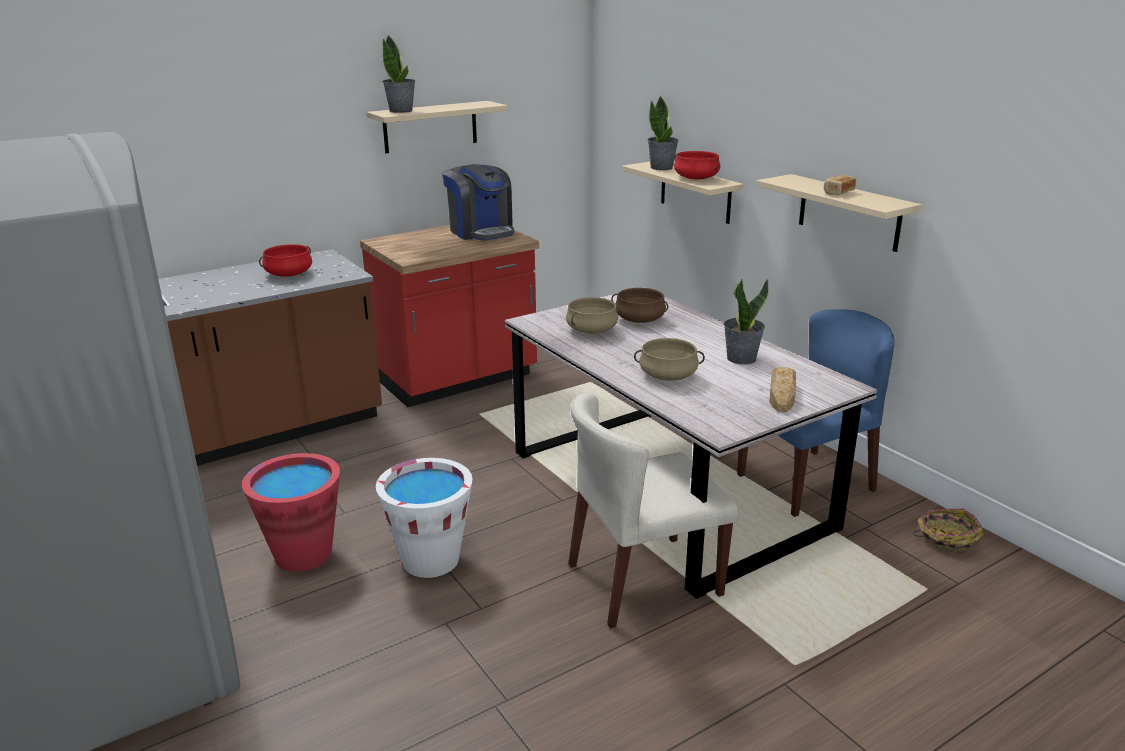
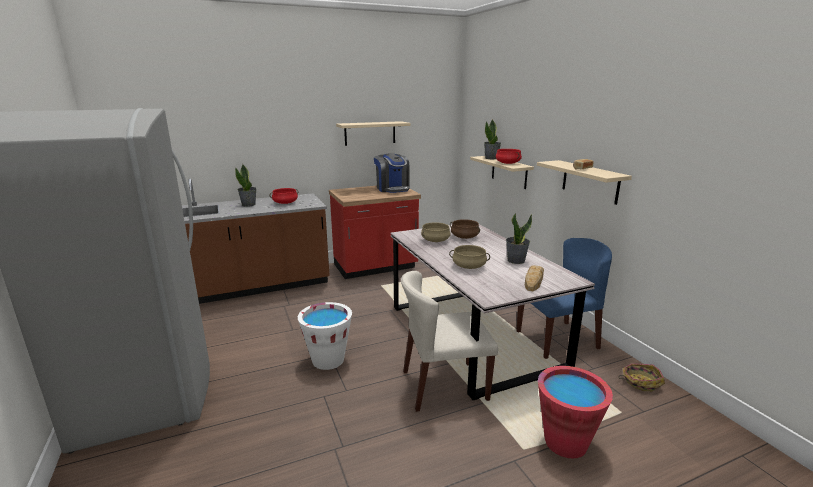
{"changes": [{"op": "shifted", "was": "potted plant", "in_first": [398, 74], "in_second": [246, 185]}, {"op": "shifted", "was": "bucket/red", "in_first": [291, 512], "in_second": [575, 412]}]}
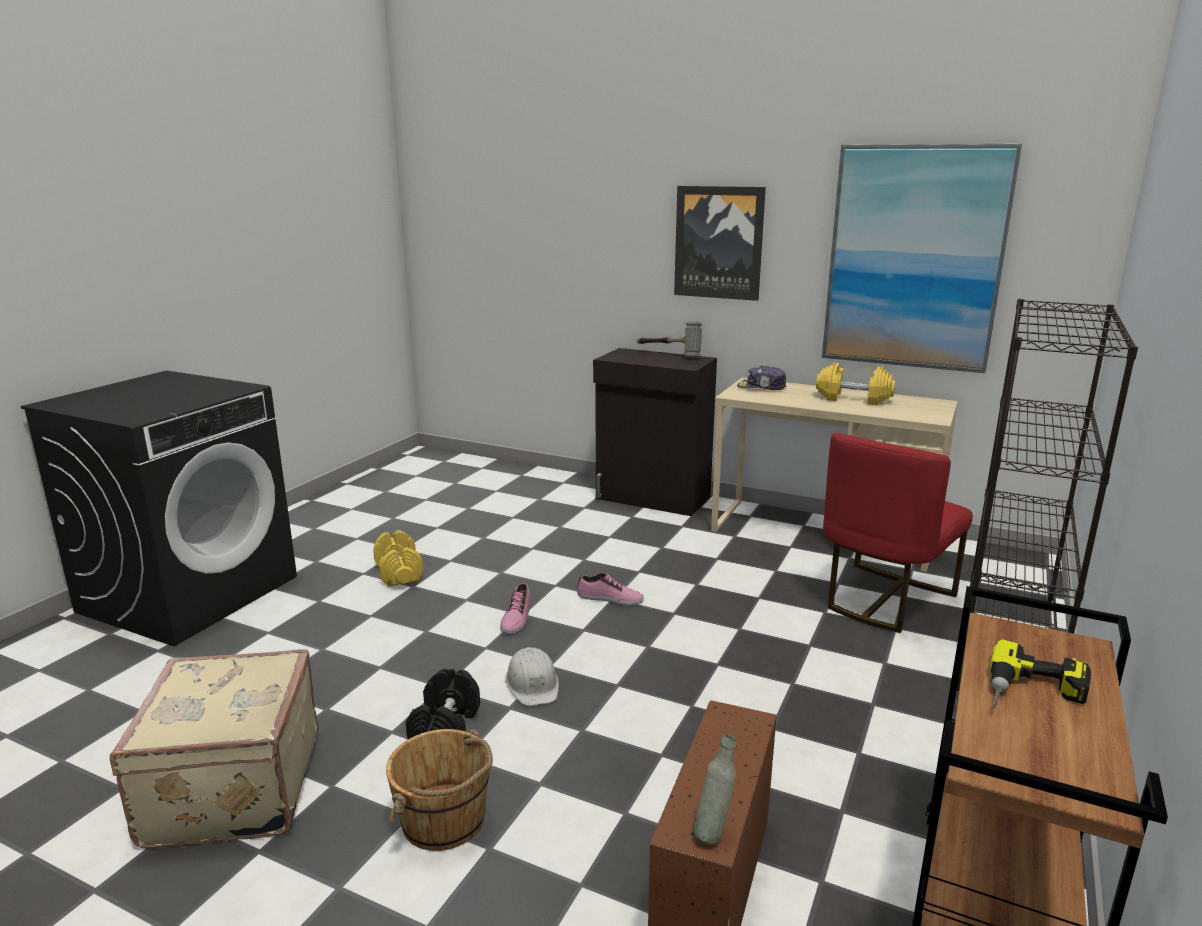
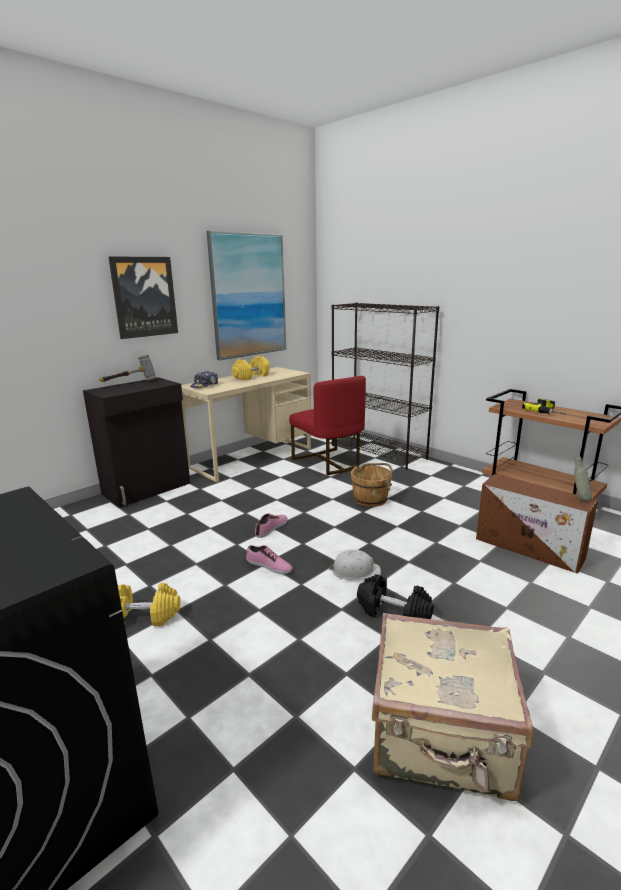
{"changes": [{"op": "shifted", "was": "bucket/brown", "in_first": [439, 790], "in_second": [372, 485]}]}
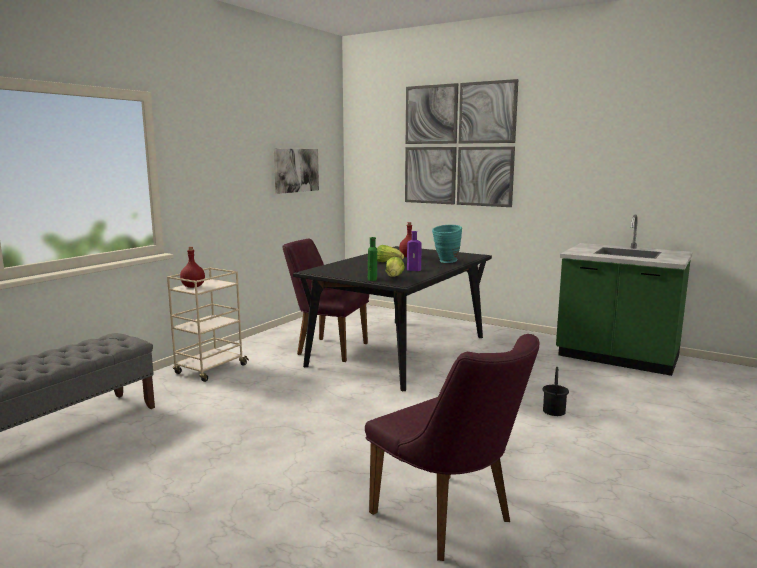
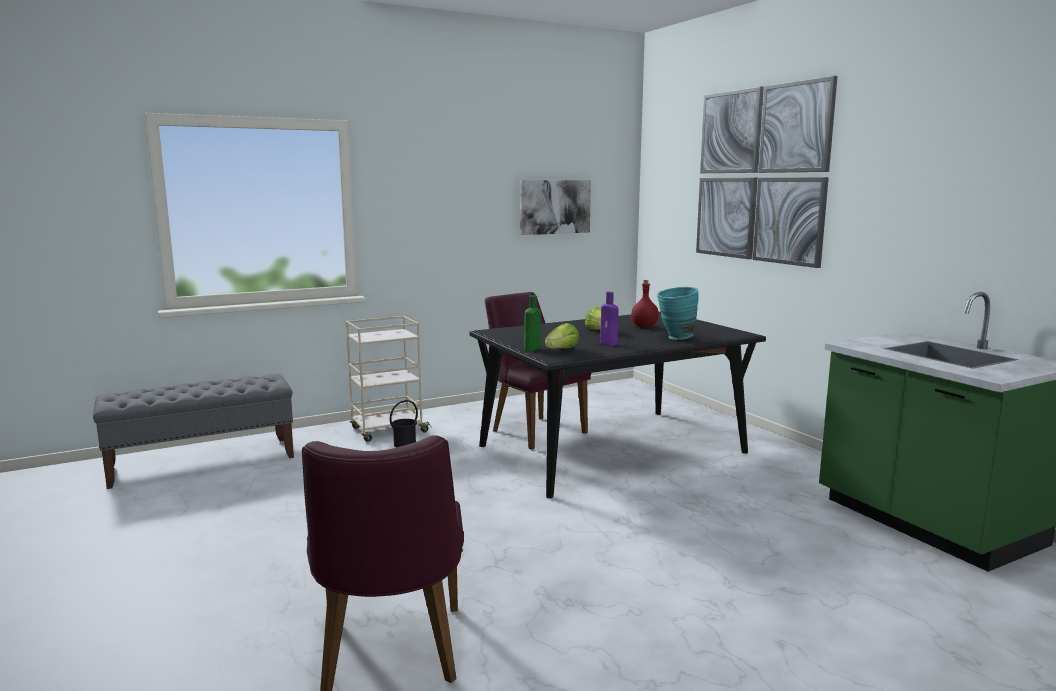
{"changes": [{"op": "gone", "was": "bottle/red", "in_first": [192, 267]}, {"op": "shifted", "was": "bucket/black", "in_first": [555, 391], "in_second": [404, 423]}]}
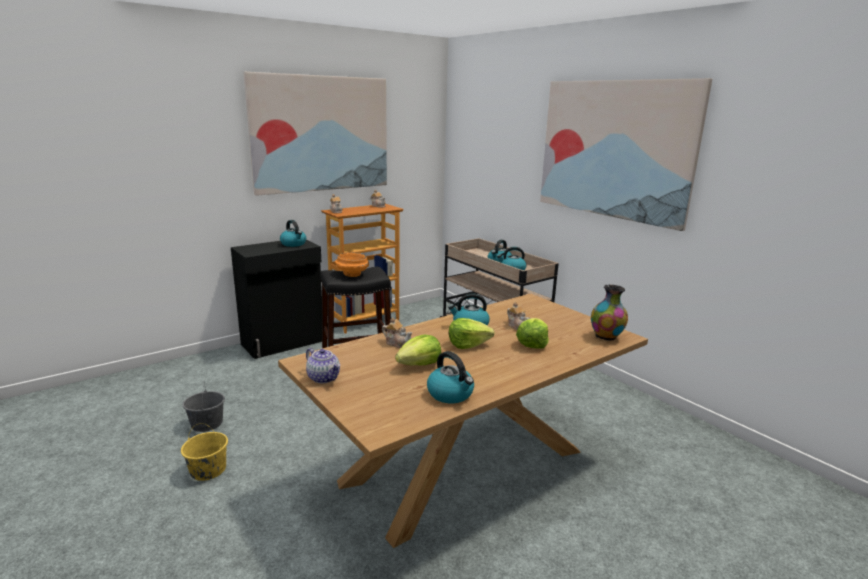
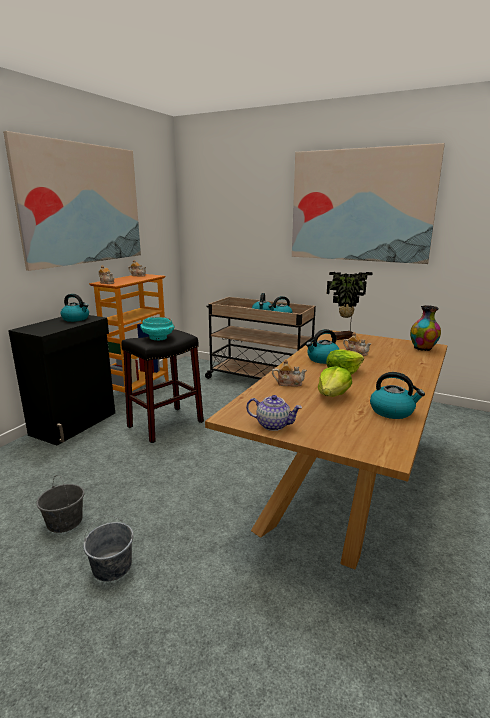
{"changes": [{"op": "repainted", "was": "bowl/orange", "now": "bowl/turquoise", "in_first": [352, 264], "in_second": [157, 328]}, {"op": "gone", "was": "lettuce", "in_first": [532, 333]}, {"op": "repainted", "was": "bucket/yellow", "now": "bucket/grey", "in_first": [204, 452], "in_second": [108, 548]}, {"op": "new", "now": "potted plant", "in_second": [350, 306]}]}
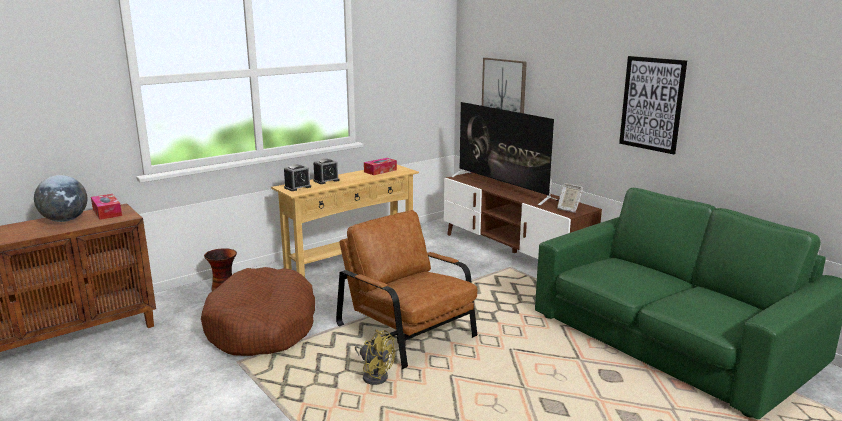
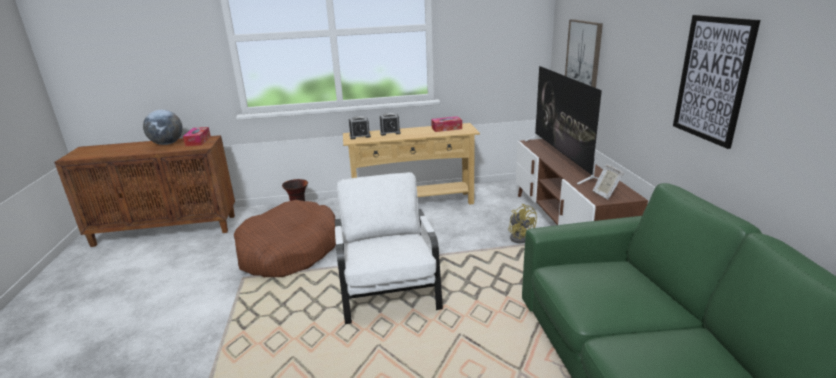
{"changes": [{"op": "repainted", "was": "armchair/brown", "now": "armchair/white", "in_first": [406, 289], "in_second": [389, 248]}, {"op": "shifted", "was": "fan/yellow", "in_first": [375, 357], "in_second": [522, 223]}]}
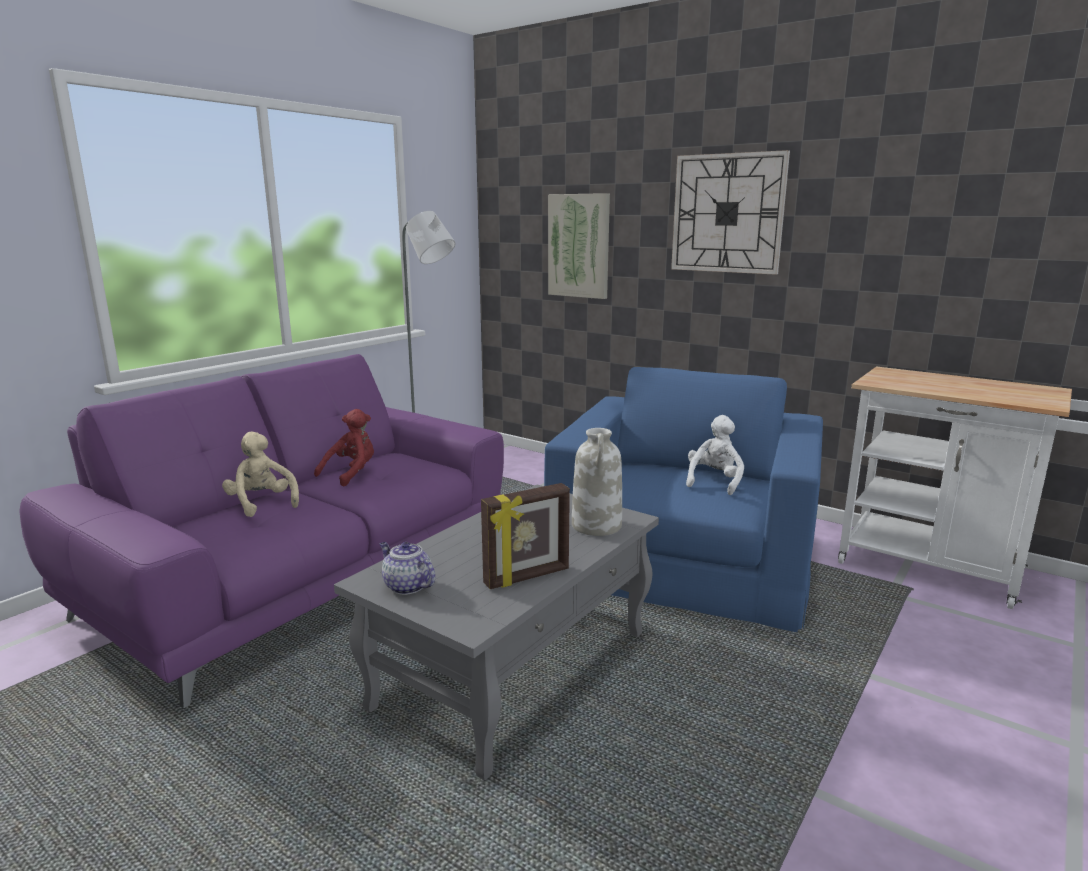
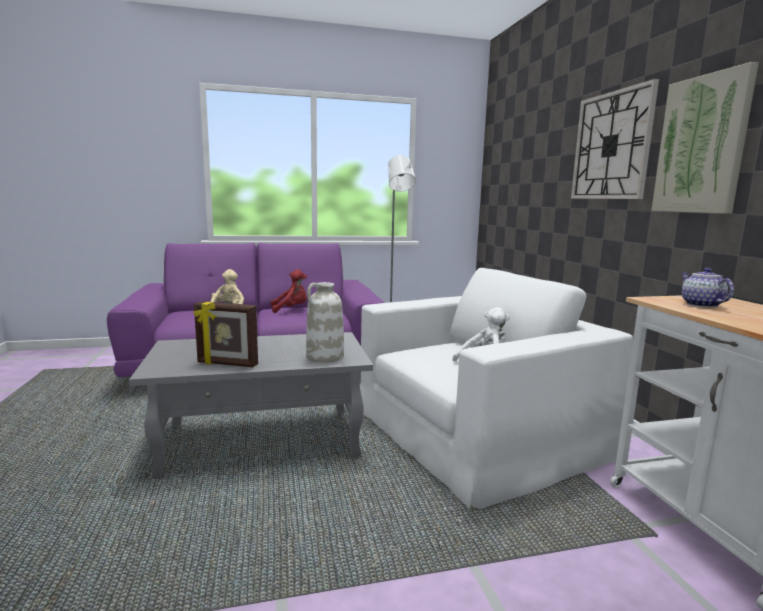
{"changes": [{"op": "shifted", "was": "picture", "in_first": [579, 246], "in_second": [705, 138]}, {"op": "repainted", "was": "armchair/blue", "now": "armchair/white", "in_first": [683, 499], "in_second": [496, 388]}, {"op": "shifted", "was": "teapot", "in_first": [407, 568], "in_second": [707, 288]}]}
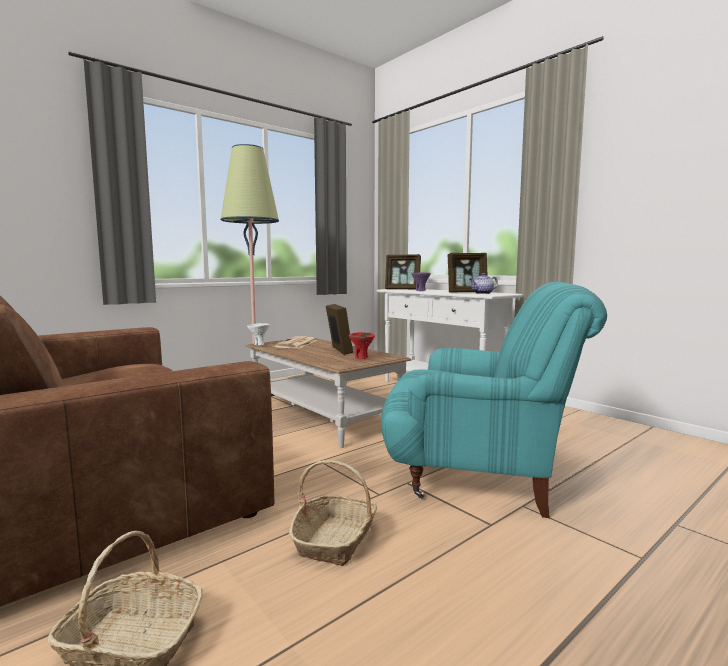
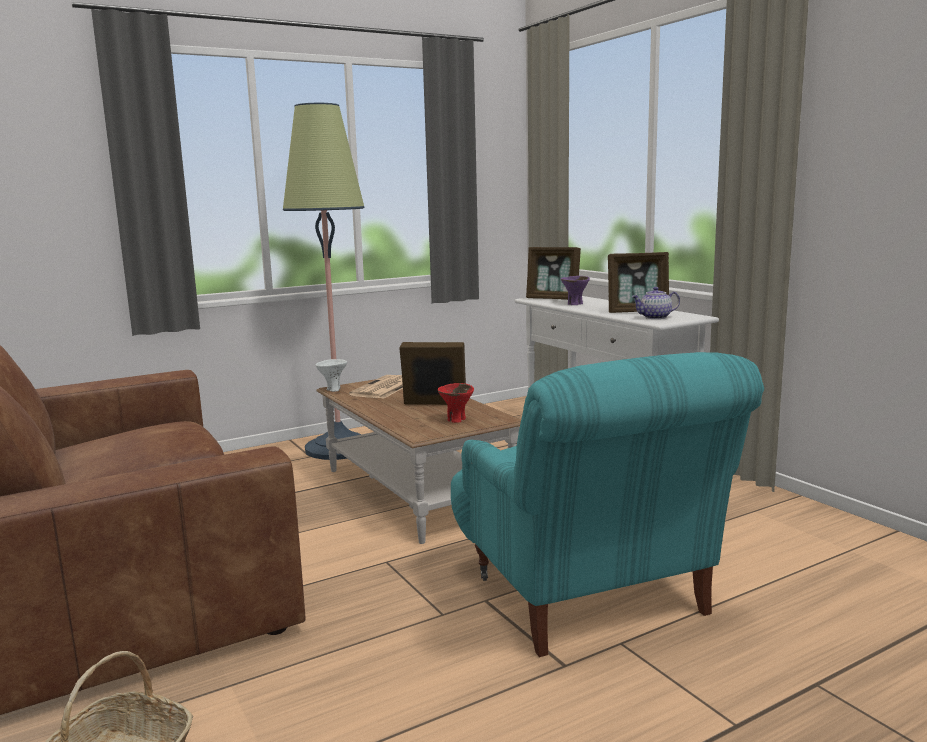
{"changes": [{"op": "rotated", "was": "armchair/turquoise", "in_first": [494, 400], "in_second": [607, 504], "clockwise": 45}, {"op": "rotated", "was": "picture frame", "in_first": [339, 329], "in_second": [433, 373], "clockwise": -75}, {"op": "gone", "was": "basket", "in_first": [333, 513]}]}
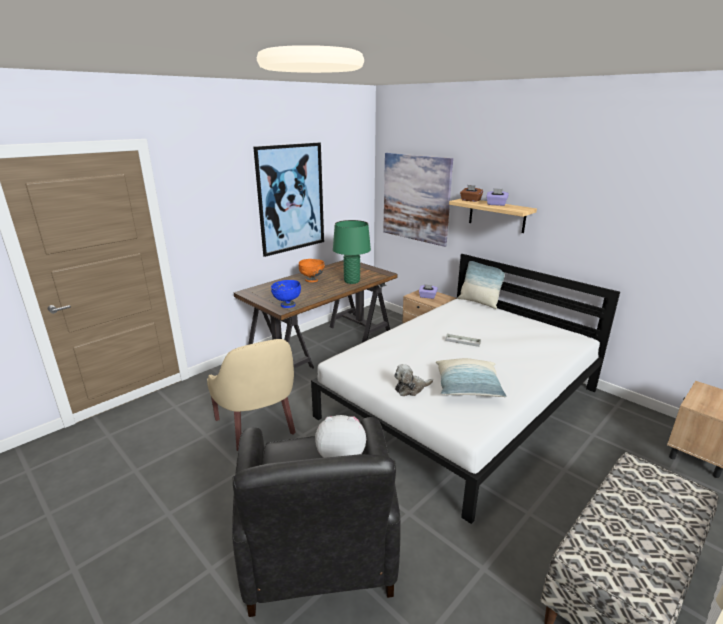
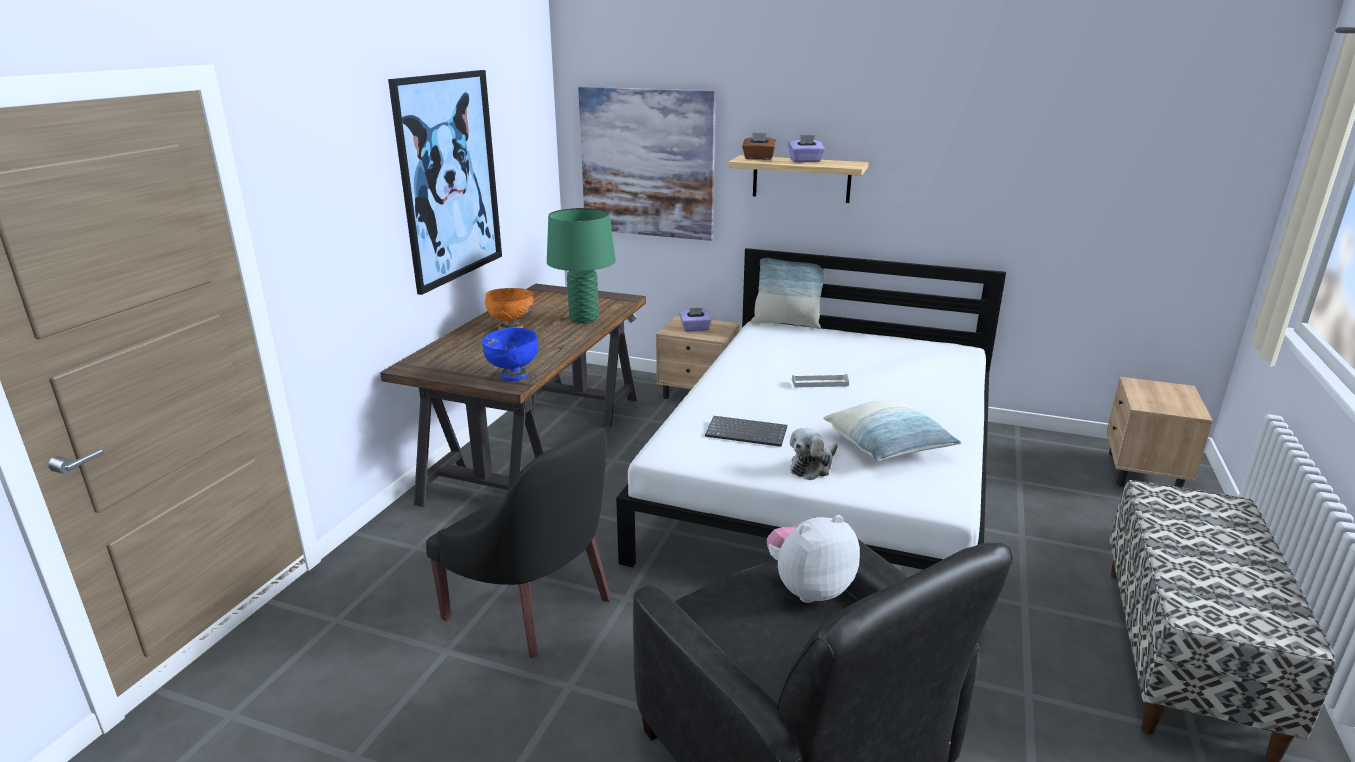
{"changes": [{"op": "repainted", "was": "armchair/beige", "now": "armchair/black", "in_first": [251, 395], "in_second": [518, 542]}, {"op": "new", "now": "keyboard", "in_second": [746, 431]}]}
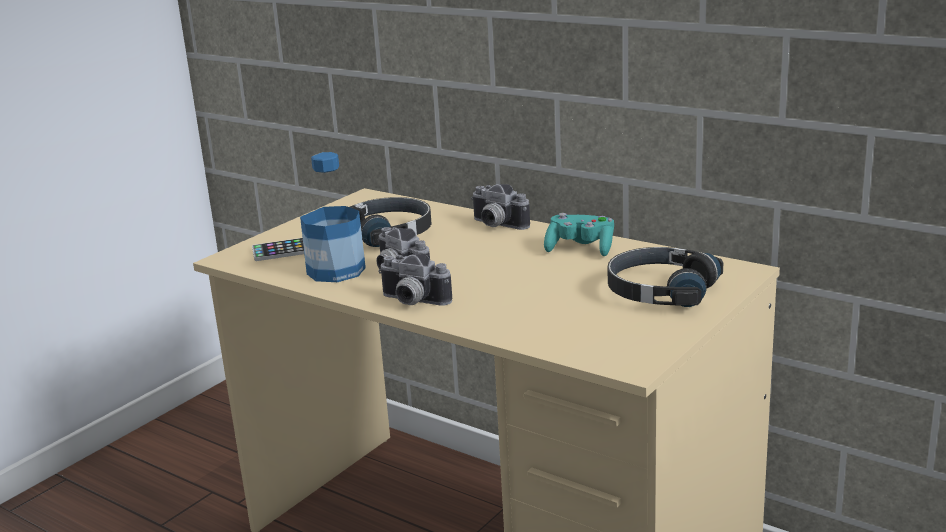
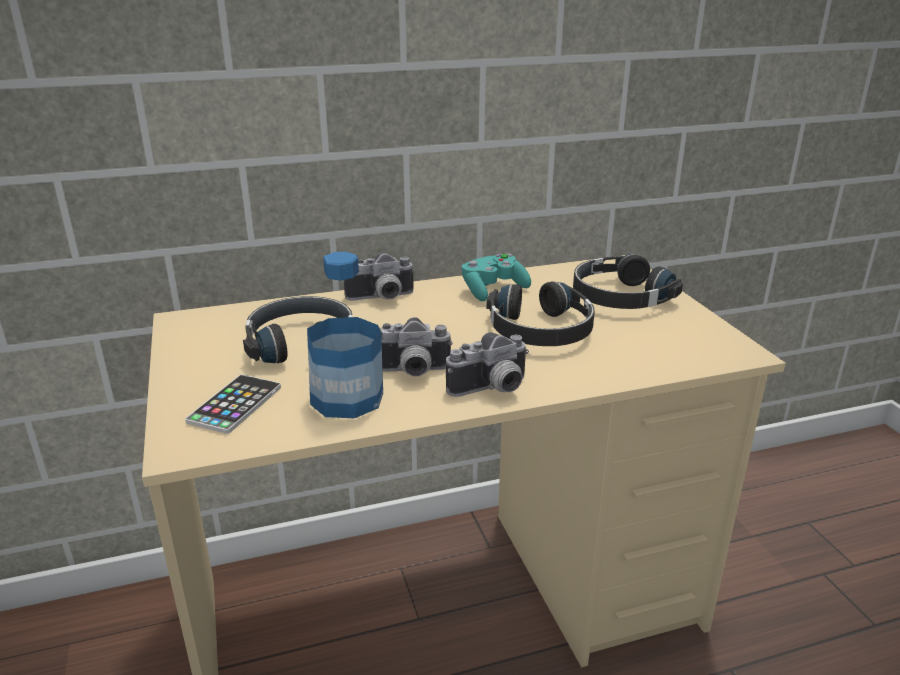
{"changes": [{"op": "new", "now": "headphones/black", "in_second": [540, 314]}]}
